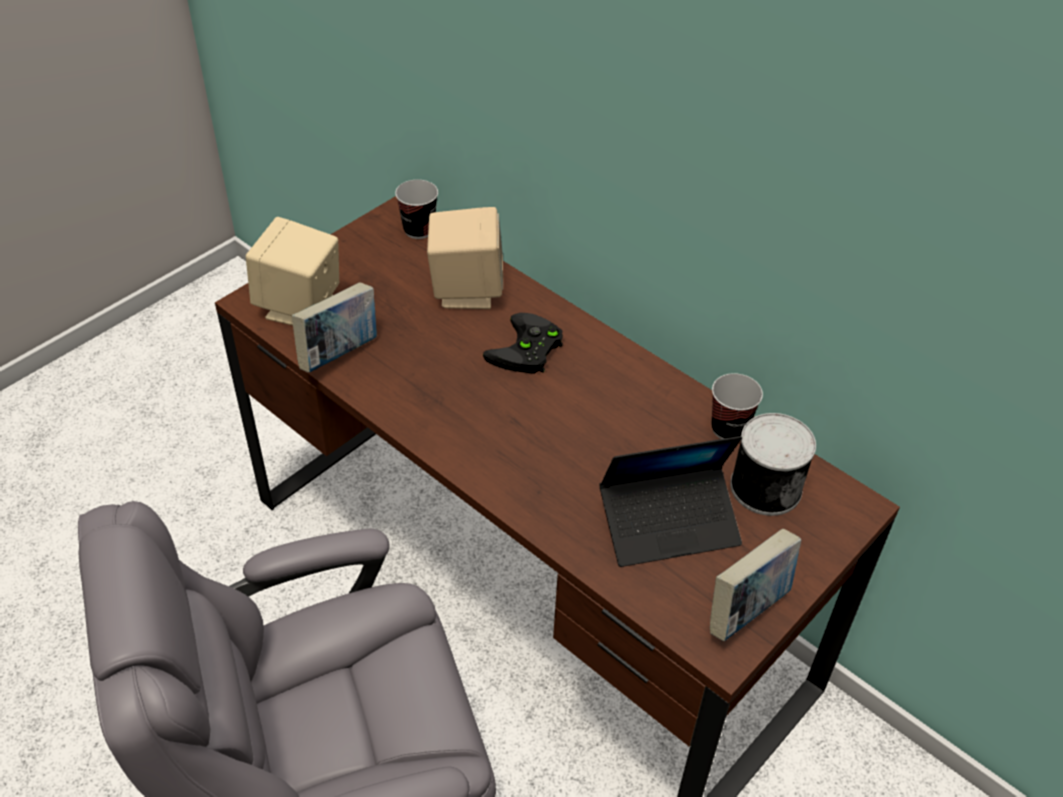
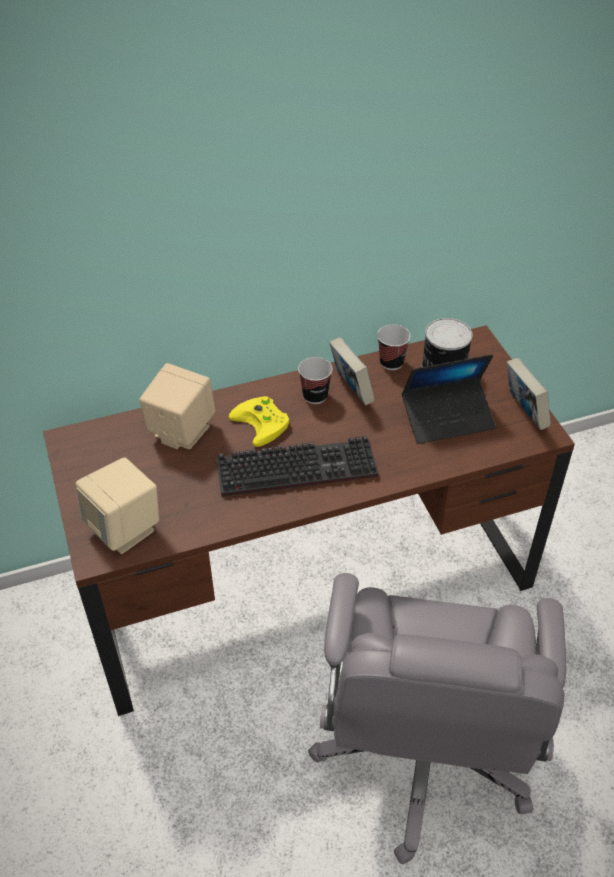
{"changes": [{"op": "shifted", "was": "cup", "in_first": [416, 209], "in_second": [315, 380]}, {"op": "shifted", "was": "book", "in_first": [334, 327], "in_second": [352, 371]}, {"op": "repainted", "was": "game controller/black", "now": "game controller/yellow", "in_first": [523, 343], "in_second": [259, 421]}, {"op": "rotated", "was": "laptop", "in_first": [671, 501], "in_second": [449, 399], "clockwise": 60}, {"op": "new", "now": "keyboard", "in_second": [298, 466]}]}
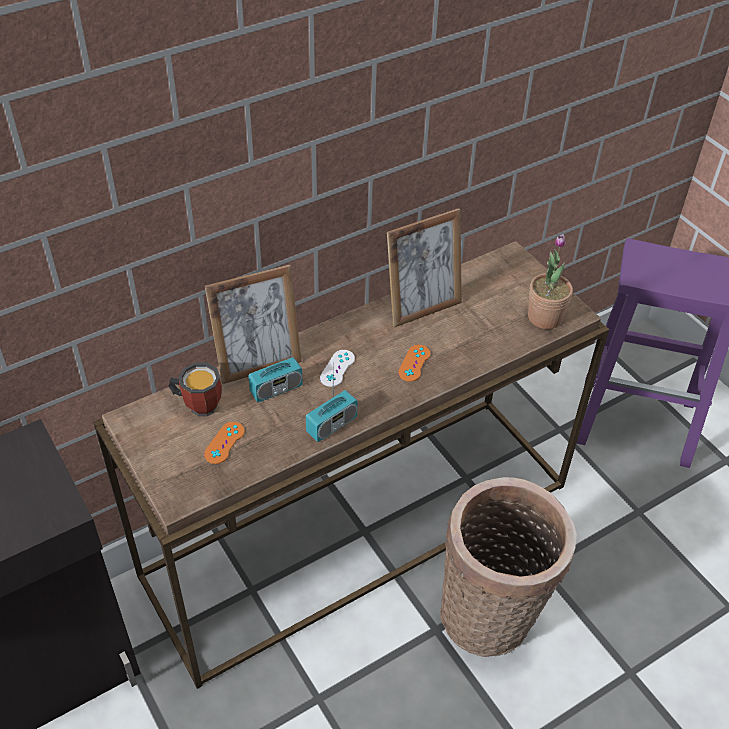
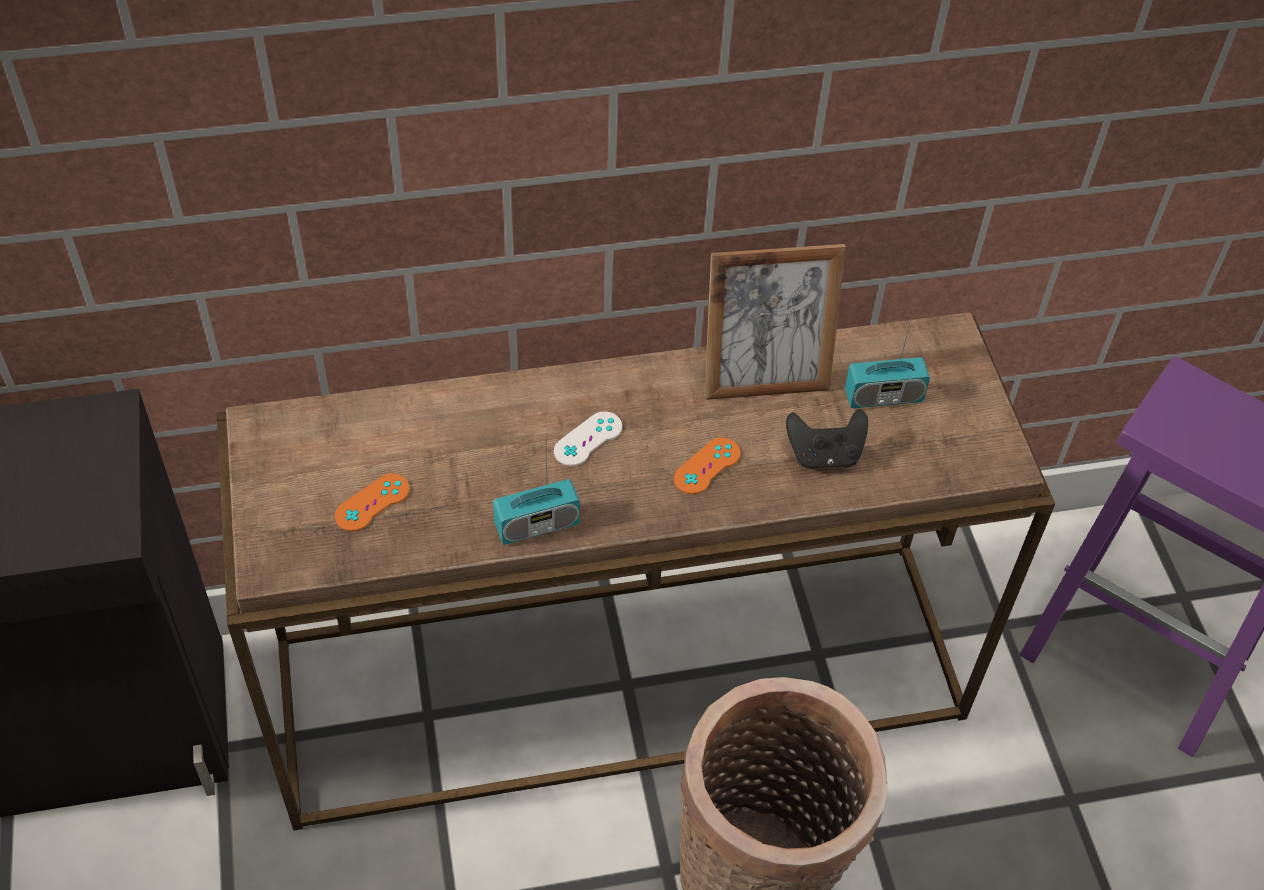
{"changes": [{"op": "gone", "was": "potted plant", "in_first": [550, 281]}, {"op": "gone", "was": "picture frame", "in_first": [253, 324]}, {"op": "shifted", "was": "radio", "in_first": [275, 368], "in_second": [887, 358]}, {"op": "gone", "was": "mug", "in_first": [195, 390]}, {"op": "new", "now": "game controller/black", "in_second": [827, 439]}]}
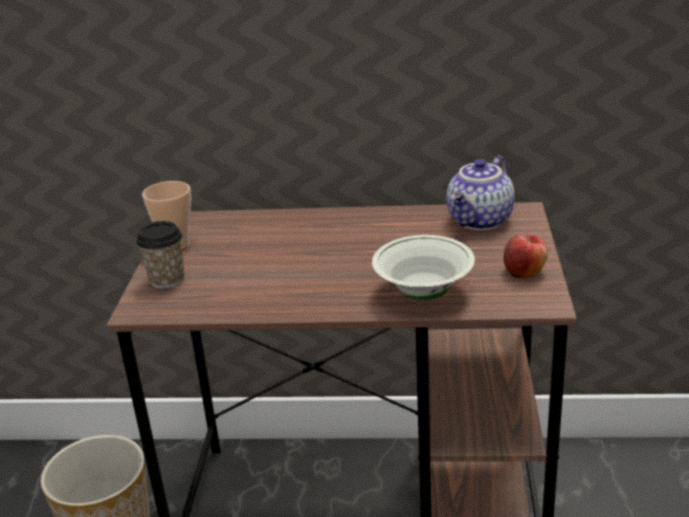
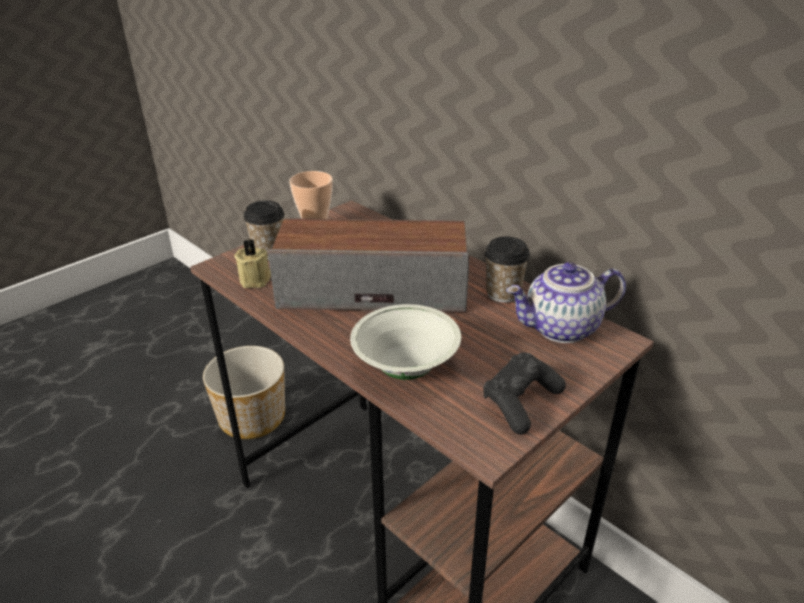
{"changes": [{"op": "swapped", "was": "apple", "now": "game controller/black", "in_first": [526, 256], "in_second": [524, 393]}, {"op": "new", "now": "speaker", "in_second": [368, 265]}, {"op": "new", "now": "cup", "in_second": [507, 270]}, {"op": "new", "now": "candle/beige", "in_second": [252, 263]}]}
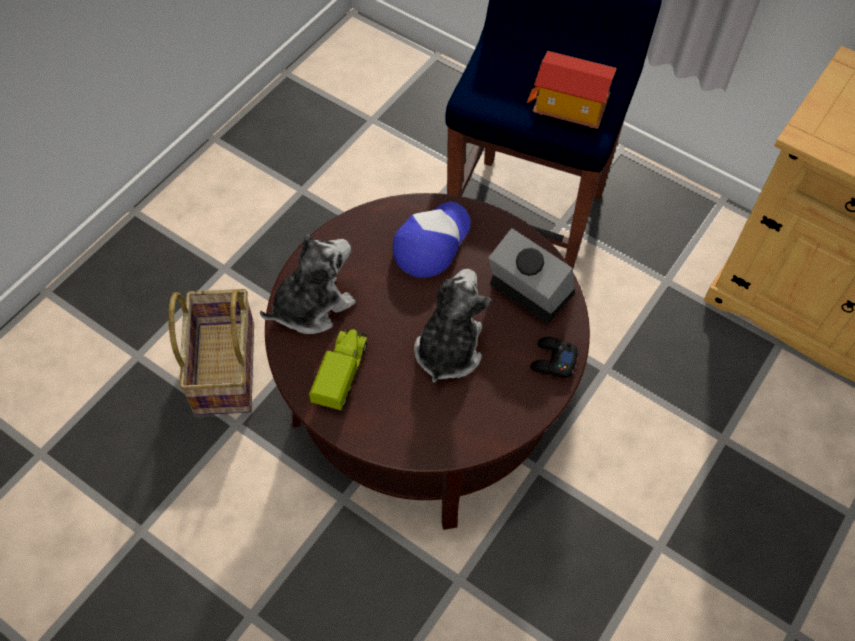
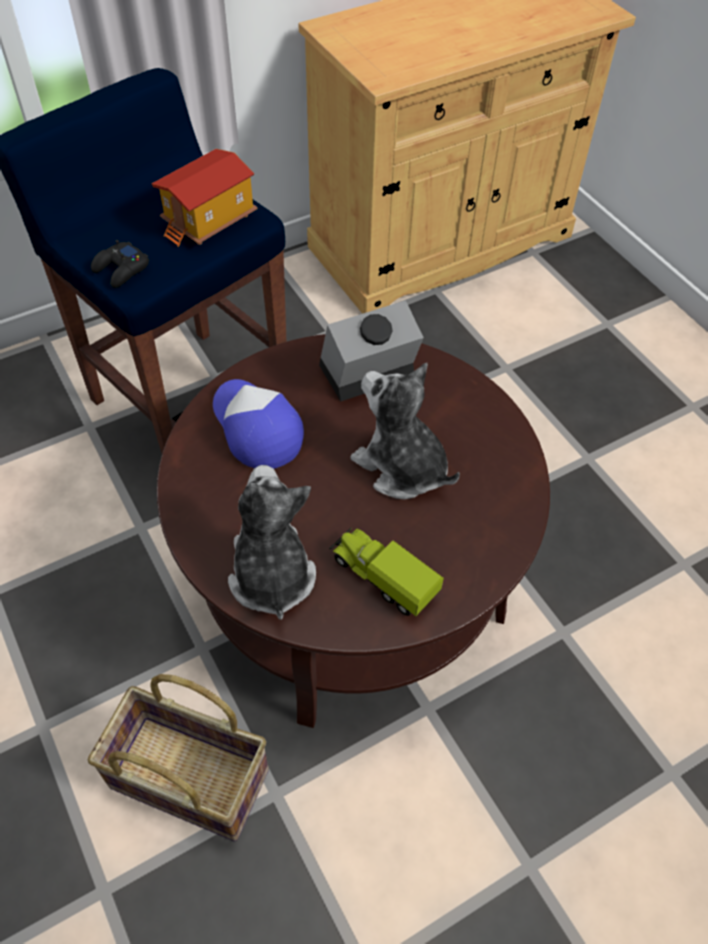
{"changes": [{"op": "shifted", "was": "game controller/black", "in_first": [554, 357], "in_second": [120, 264]}]}
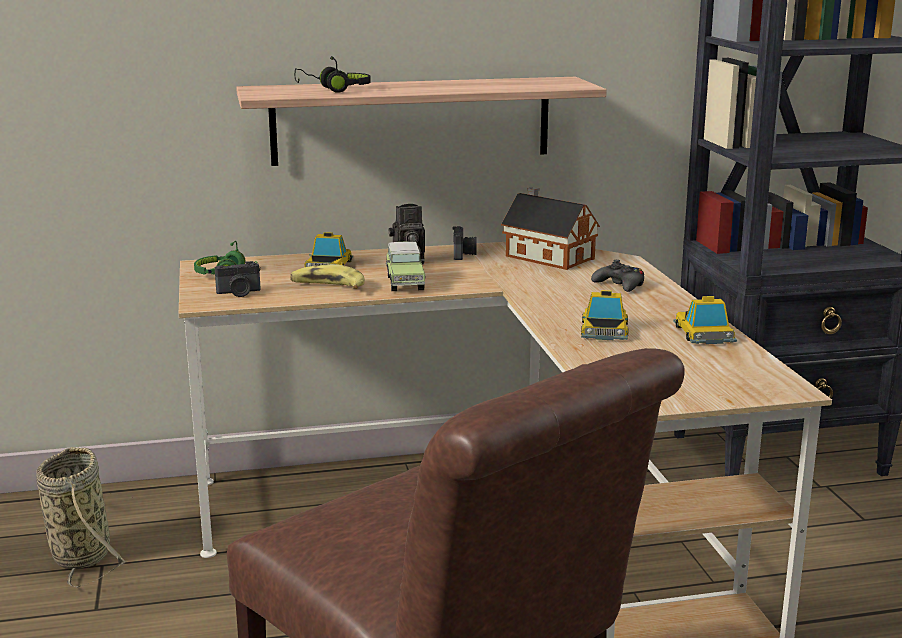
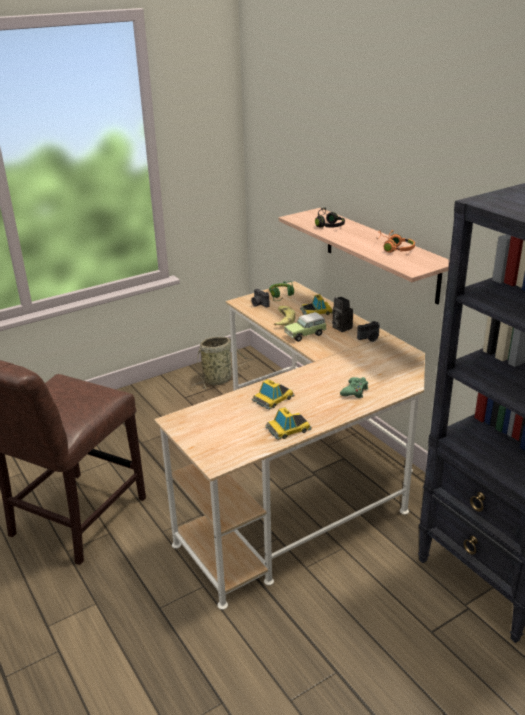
{"changes": [{"op": "gone", "was": "toy house", "in_first": [550, 228]}, {"op": "repainted", "was": "game controller/black", "now": "game controller/green", "in_first": [617, 276], "in_second": [354, 387]}, {"op": "rotated", "was": "toy car", "in_first": [604, 315], "in_second": [273, 394], "clockwise": 150}, {"op": "new", "now": "headphones/orange", "in_second": [395, 241]}]}
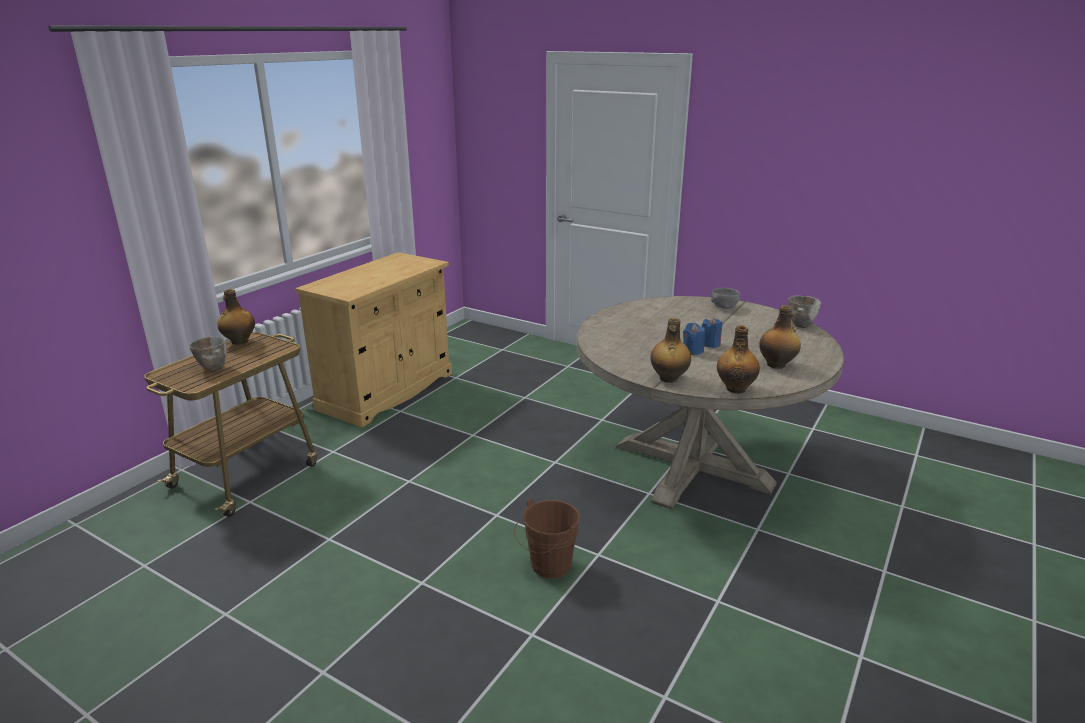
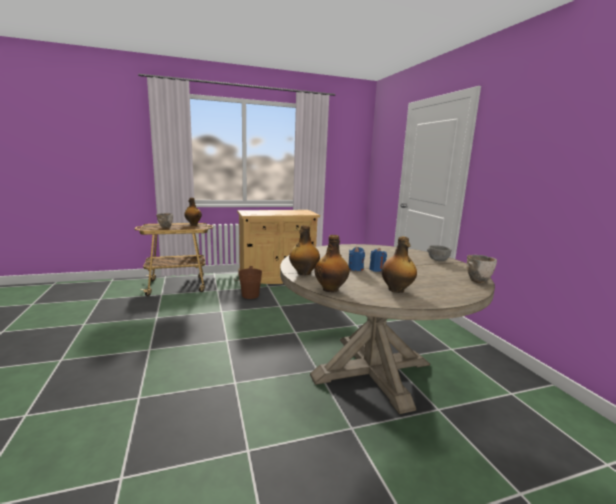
{"changes": [{"op": "shifted", "was": "bucket/brown", "in_first": [547, 538], "in_second": [248, 282]}]}
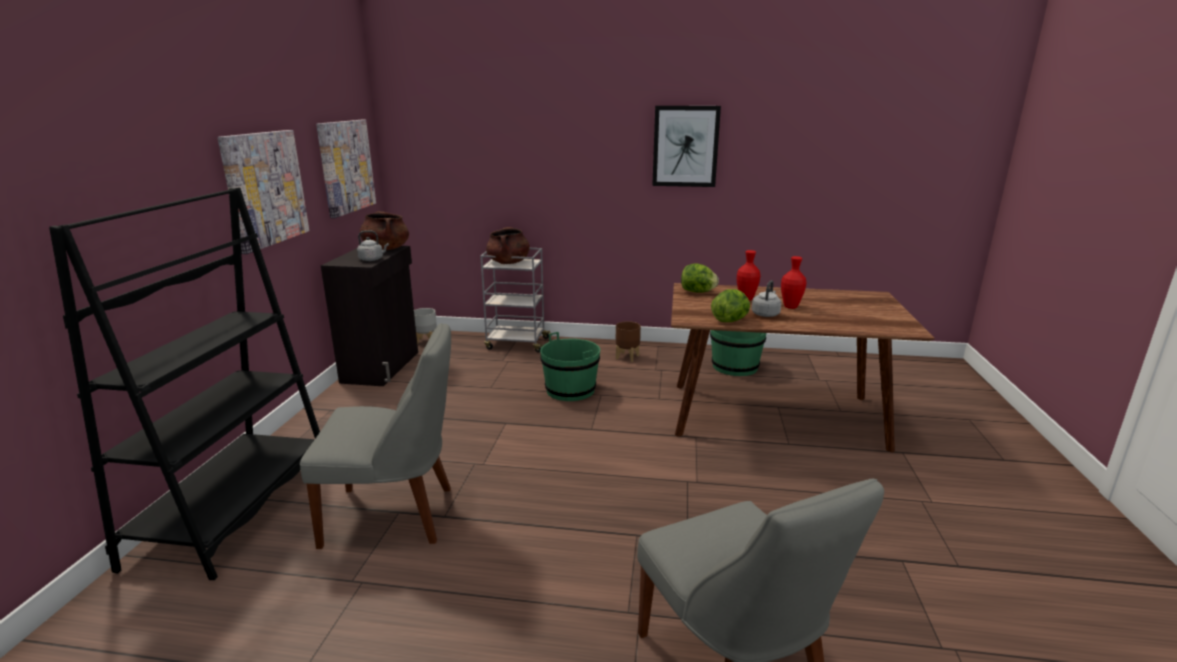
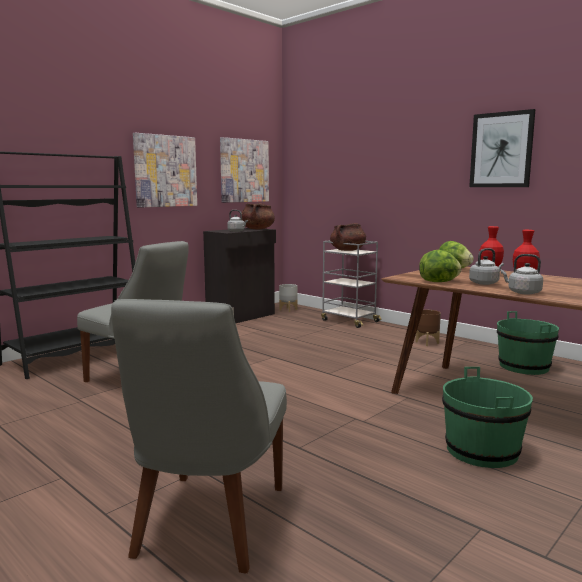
{"changes": [{"op": "shifted", "was": "bucket/green", "in_first": [570, 366], "in_second": [487, 417]}, {"op": "new", "now": "kettle/grey", "in_second": [522, 274]}]}
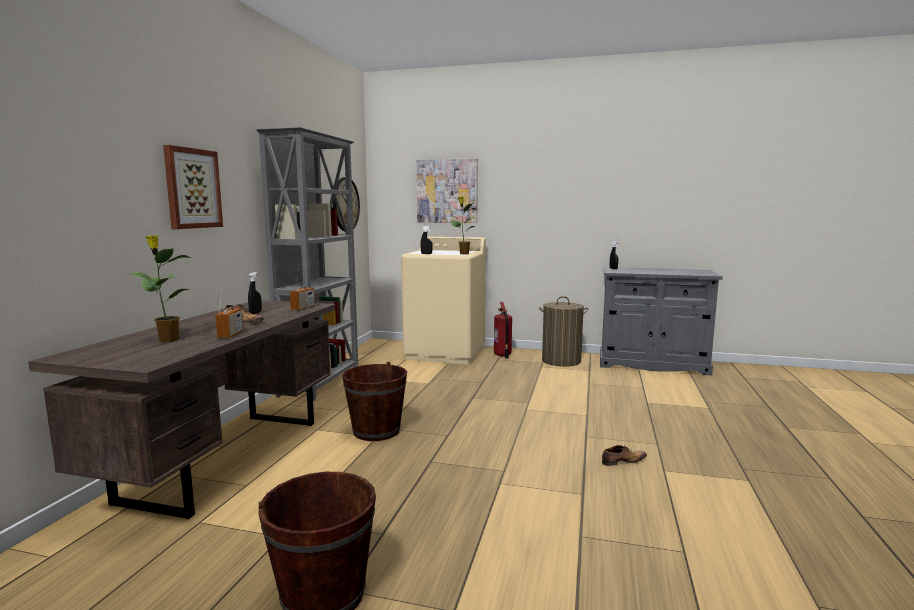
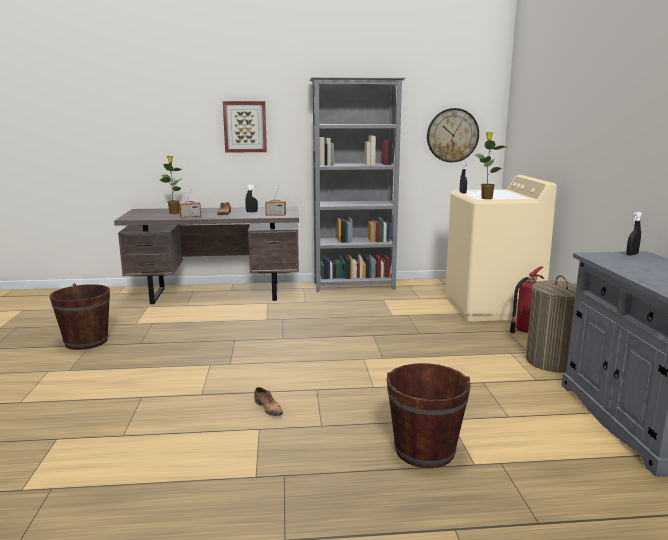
{"changes": [{"op": "gone", "was": "picture", "in_first": [447, 190]}, {"op": "shifted", "was": "bucket/brown", "in_first": [374, 401], "in_second": [428, 415]}]}
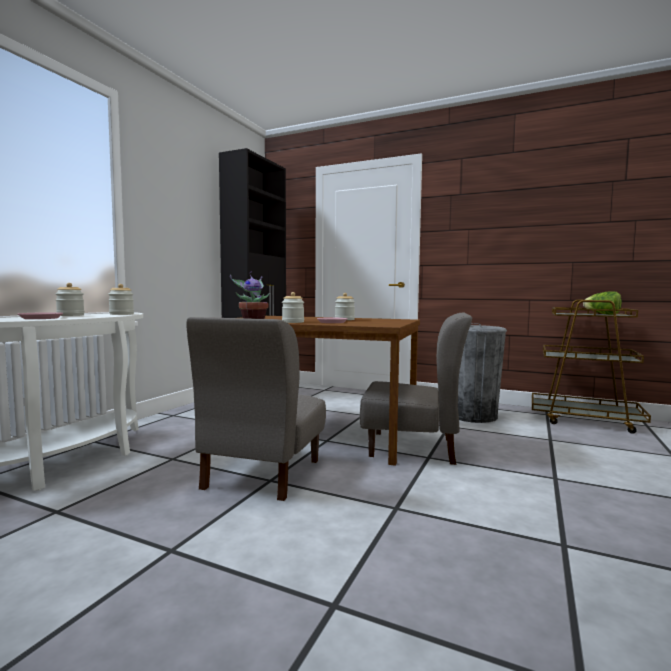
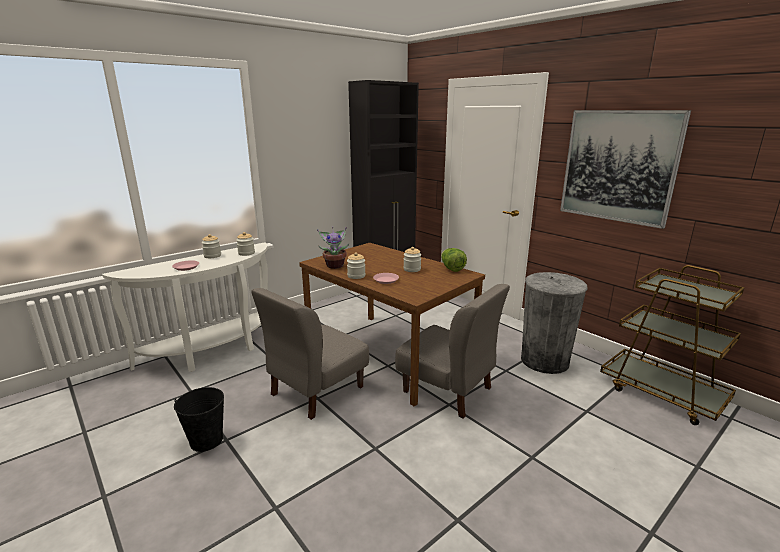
{"changes": [{"op": "shifted", "was": "lettuce", "in_first": [602, 303], "in_second": [454, 260]}, {"op": "new", "now": "picture", "in_second": [625, 169]}, {"op": "new", "now": "bucket/black", "in_second": [199, 419]}]}
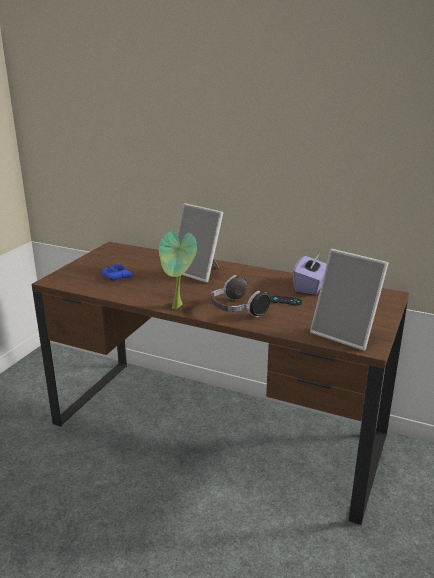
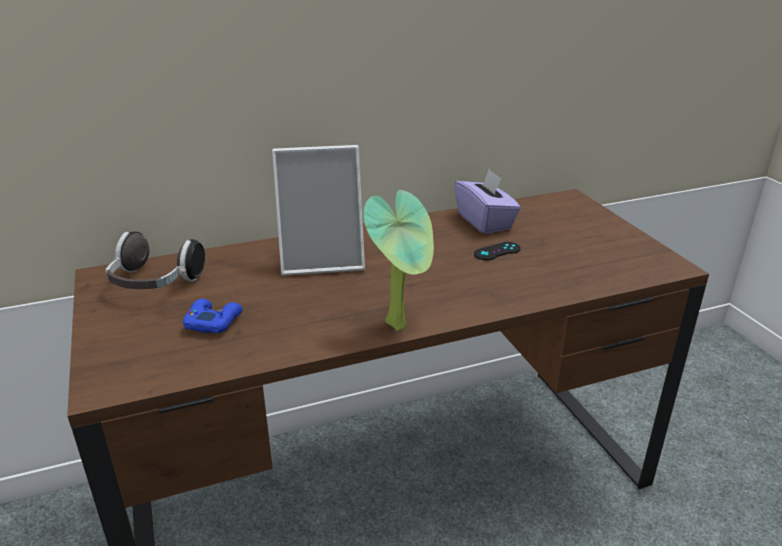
{"changes": [{"op": "gone", "was": "picture frame", "in_first": [349, 300]}, {"op": "shifted", "was": "headphones", "in_first": [240, 296], "in_second": [155, 260]}]}
